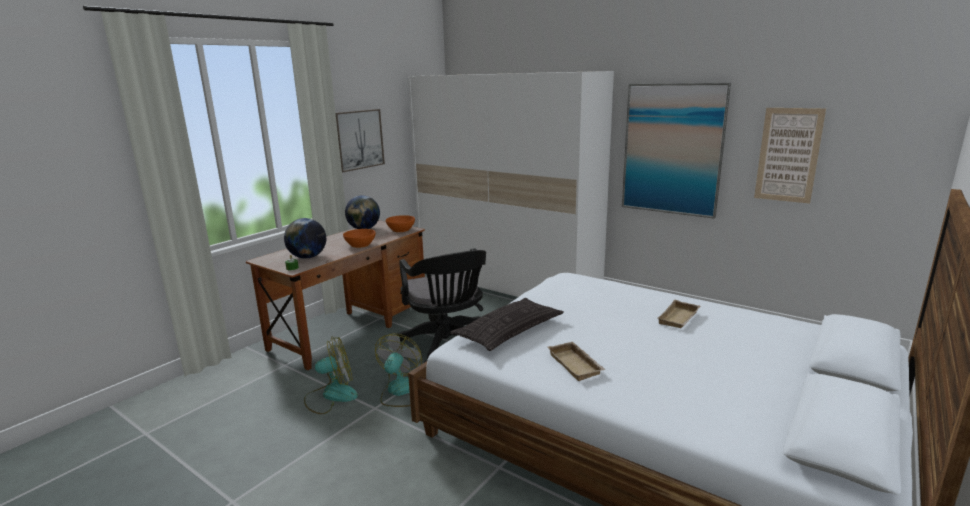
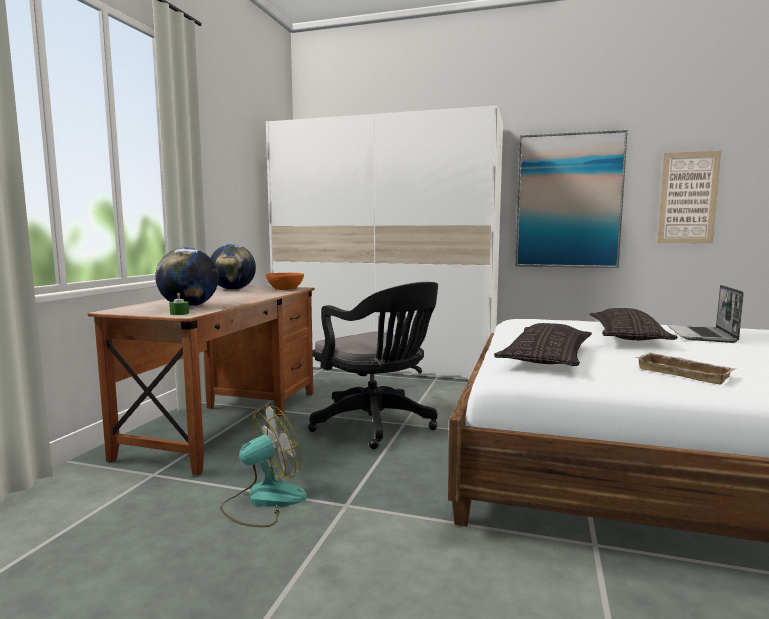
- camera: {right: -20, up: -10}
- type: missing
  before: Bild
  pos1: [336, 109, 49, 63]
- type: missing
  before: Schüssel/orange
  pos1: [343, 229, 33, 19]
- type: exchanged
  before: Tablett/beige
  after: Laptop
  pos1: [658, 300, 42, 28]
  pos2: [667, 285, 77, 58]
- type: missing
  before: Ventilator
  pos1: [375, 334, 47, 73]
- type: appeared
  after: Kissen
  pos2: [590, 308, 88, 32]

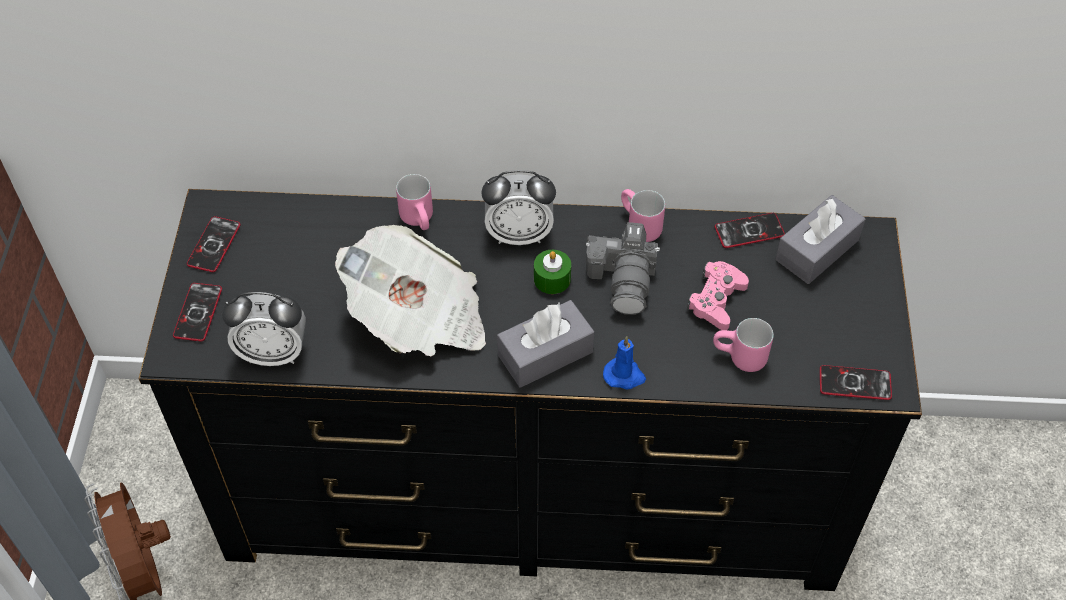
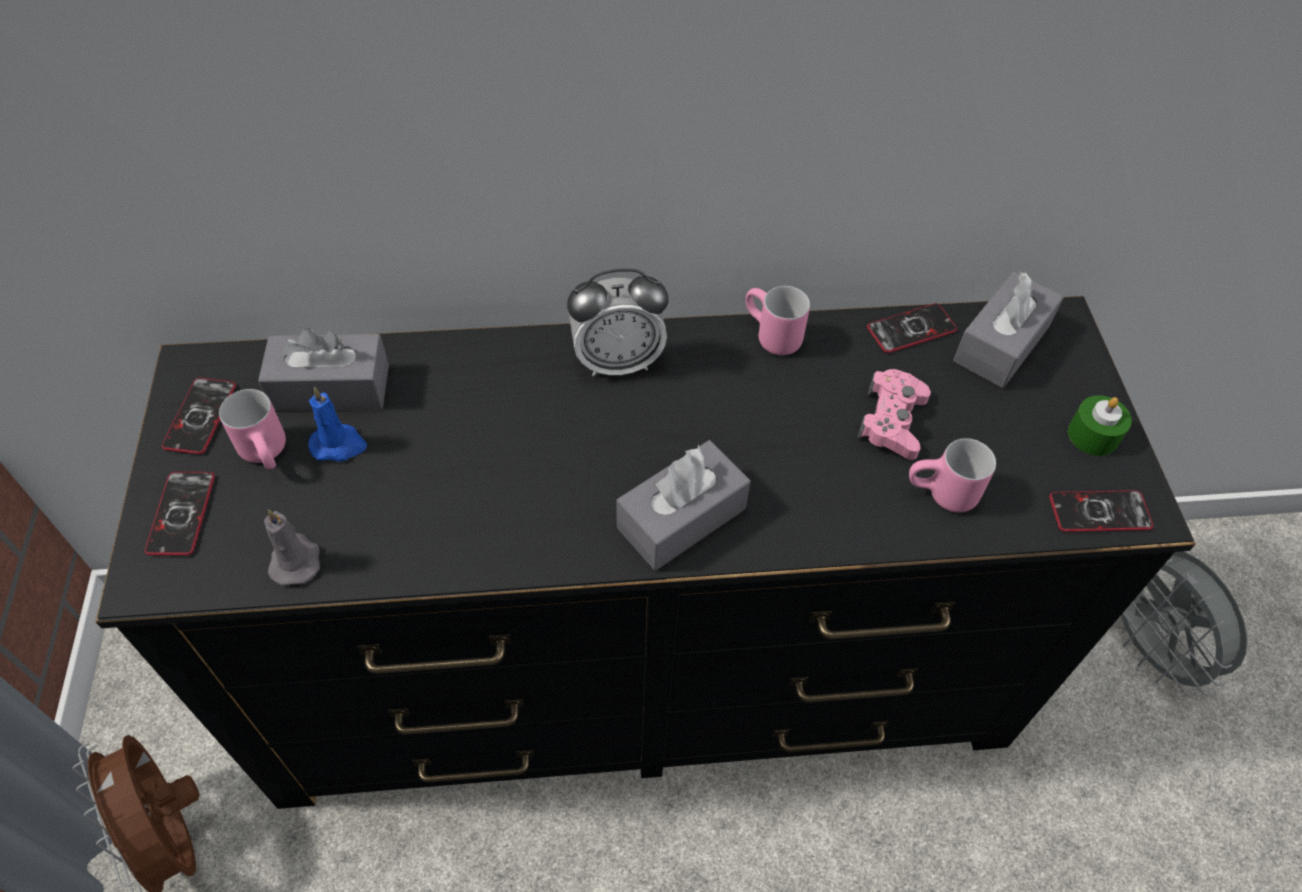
- camera: {right: -10, up: 0}
- type: relocated
  before: Henkelbecher/rosa
  pos1: [396, 174, 37, 56]
  pos2: [219, 389, 67, 80]
- type: missing
  before: Kamera
  pos1: [586, 222, 74, 93]
- type: missing
  before: Zeitung
  pos1: [335, 225, 151, 132]
- type: relocated
  before: Kerze/grün
  pos1: [534, 250, 37, 44]
  pos2: [1068, 395, 64, 61]
- type: exchanged
  before: Wecker
  after: Kerze/grau
  pos1: [222, 292, 84, 74]
  pos2: [264, 509, 56, 76]
- type: relocated
  before: Kerze/blau
  pos1: [603, 336, 43, 53]
  pos2: [308, 387, 59, 75]
- type: appeared
  after: Taschentuchbox/grau
  pos2: [258, 328, 131, 83]
- type: appeared
  after: Ventilator/grau
  pos2: [1113, 551, 135, 147]

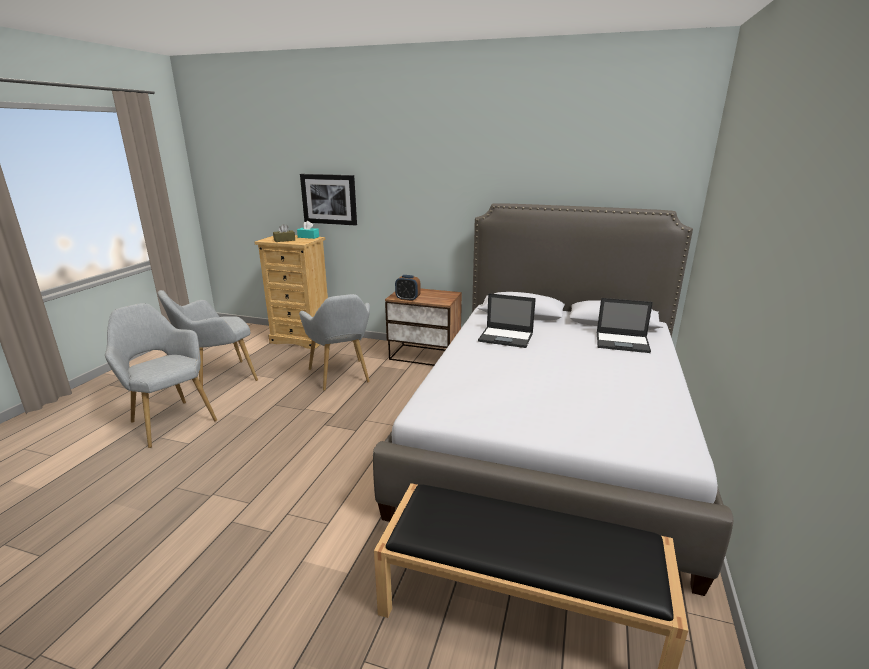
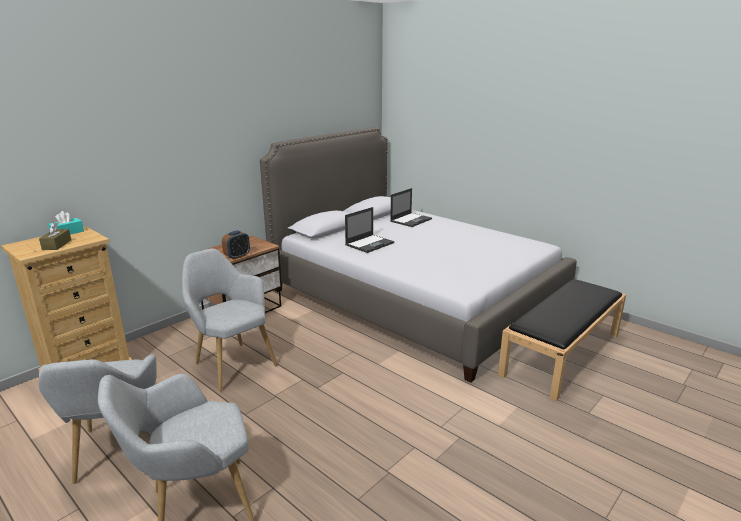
- camera: {right: -65, up: 0}
- type: missing
  before: Bild
  pos1: [300, 174, 57, 52]
- type: spun
  before: Sessel/grau
  pos1: [299, 294, 71, 97]
  pos2: [182, 248, 95, 143]
  turn: -135

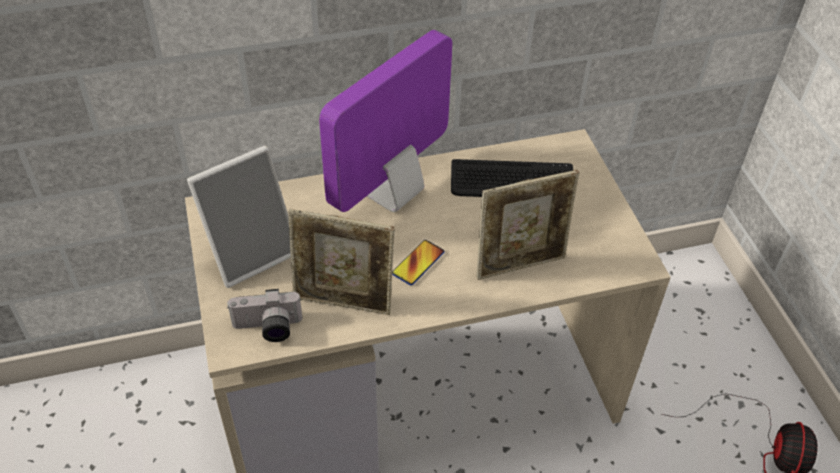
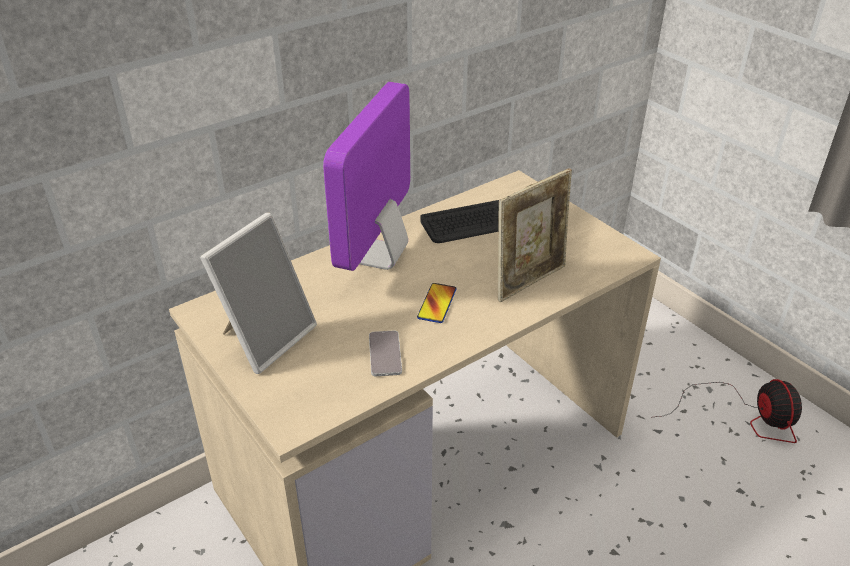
- camera: {right: -20, up: -10}
- type: exchanged
  before: Bilderrahmen
  after: Handy
  pos1: [288, 209, 107, 106]
  pos2: [369, 331, 33, 45]
- type: missing
  before: Kamera
  pos1: [227, 289, 75, 53]

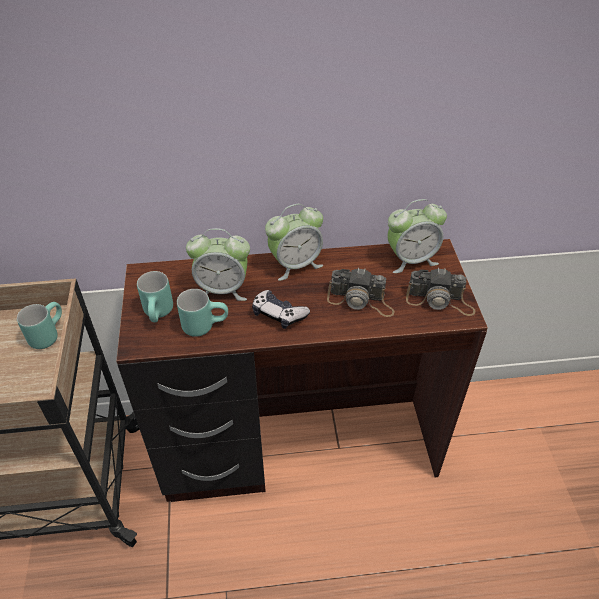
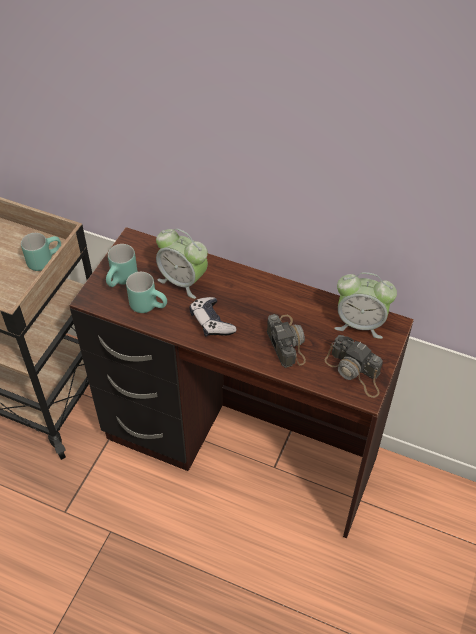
- camera: {right: 30, up: 5}
- type: missing
  before: Wecker
  pos1: [265, 204, 58, 77]
- type: spun
  before: Kamera
  pos1: [327, 267, 68, 50]
  pos2: [267, 314, 39, 54]
  turn: -150

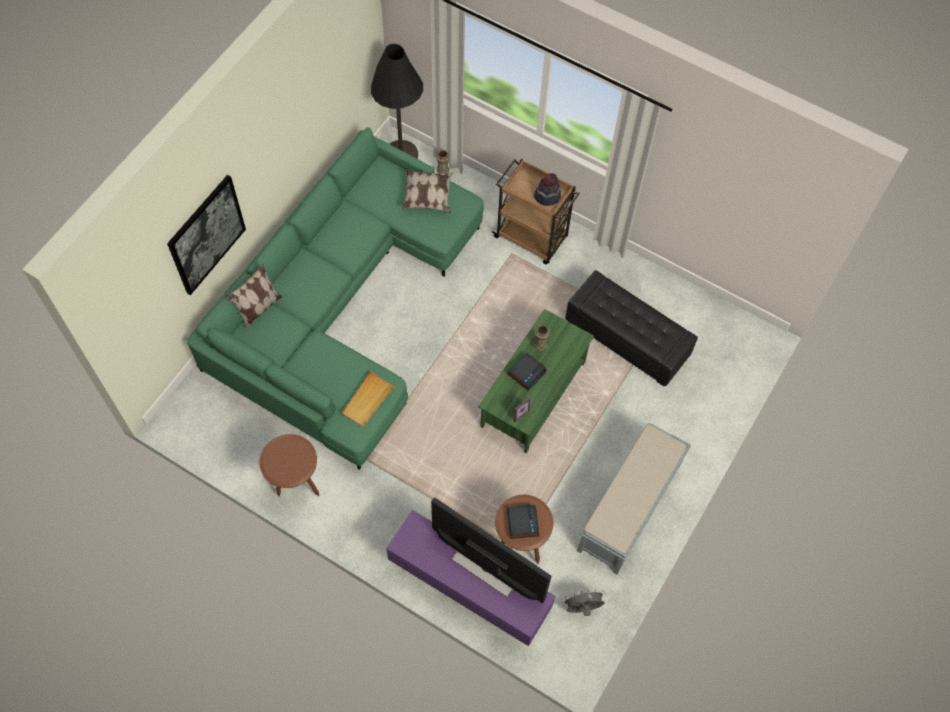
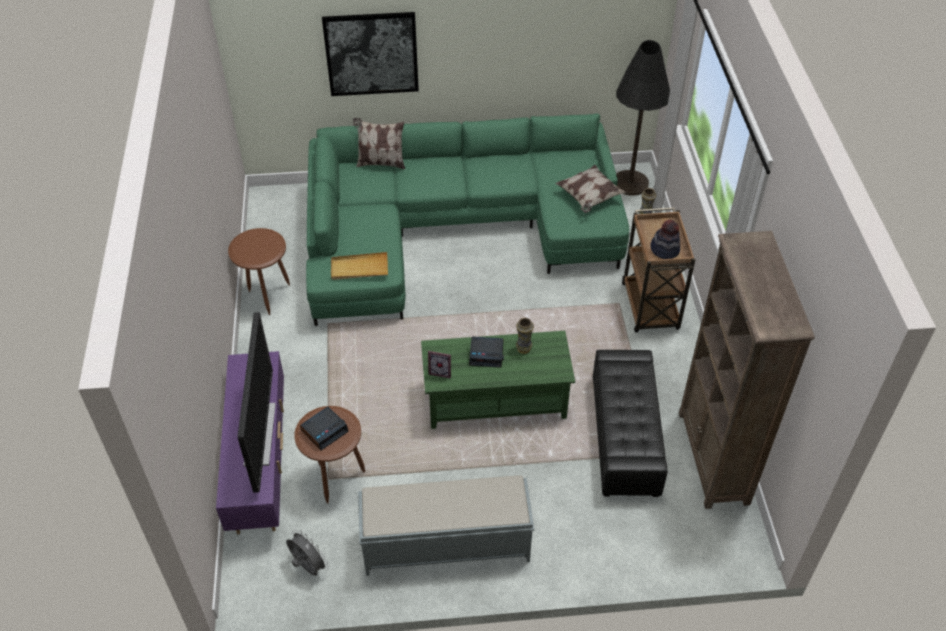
- camera: {right: 55, up: -15}
- type: appeared
  after: Bücherregal/braun
  pos2: [679, 231, 136, 278]

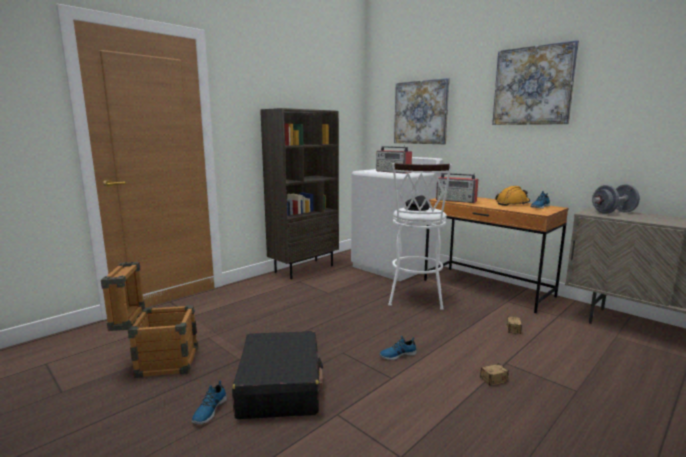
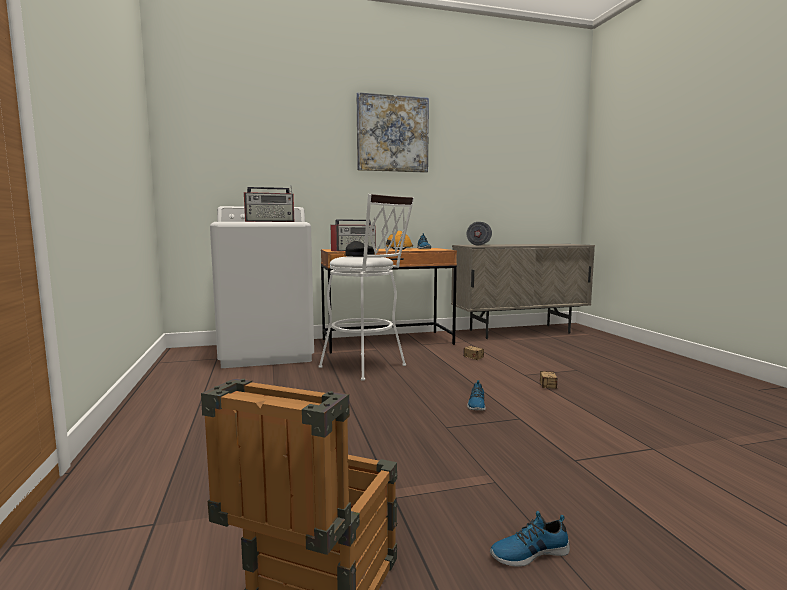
- camera: {right: -60, up: -5}
- type: missing
  before: Bild
  pos1: [394, 78, 56, 66]
- type: missing
  before: Bücherregal/braun
  pos1: [260, 108, 79, 171]
- type: missing
  before: Koffer/schwarz
  pos1: [232, 331, 91, 88]
- type: spun
  before: Schuh
  pos1: [192, 380, 35, 44]
  pos2: [490, 511, 80, 56]
  turn: 120

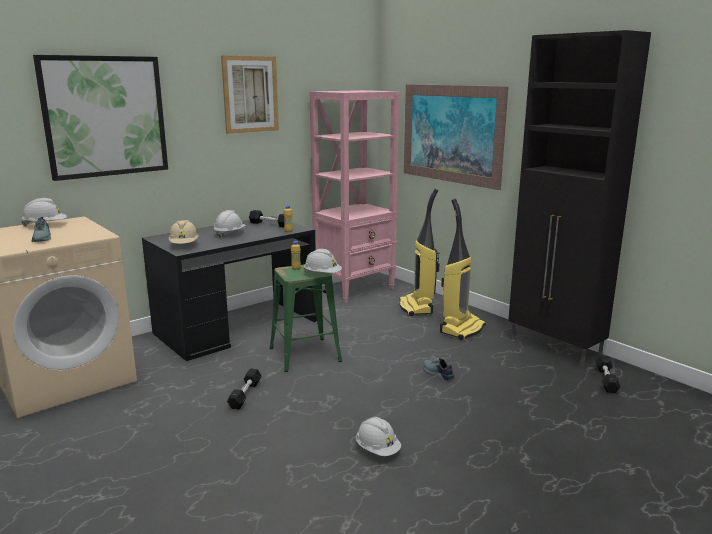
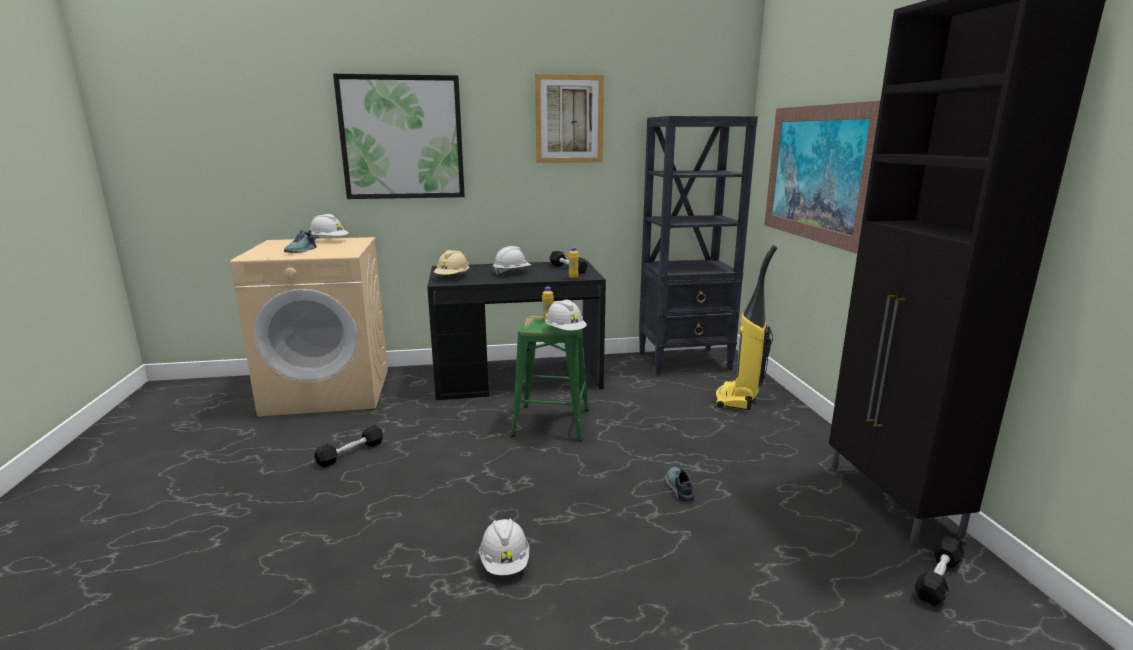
- camera: {right: 30, up: 0}
- type: colour
  before: Bücherregal/rosa
  after: Bücherregal/schwarz
  pos1: [309, 90, 91, 213]
  pos2: [639, 116, 119, 259]
- type: missing
  before: Staubsauger
  pos1: [440, 199, 46, 141]
- type: relocated
  before: Hantel/schwarz
  pos1: [227, 368, 35, 41]
  pos2: [314, 425, 69, 42]

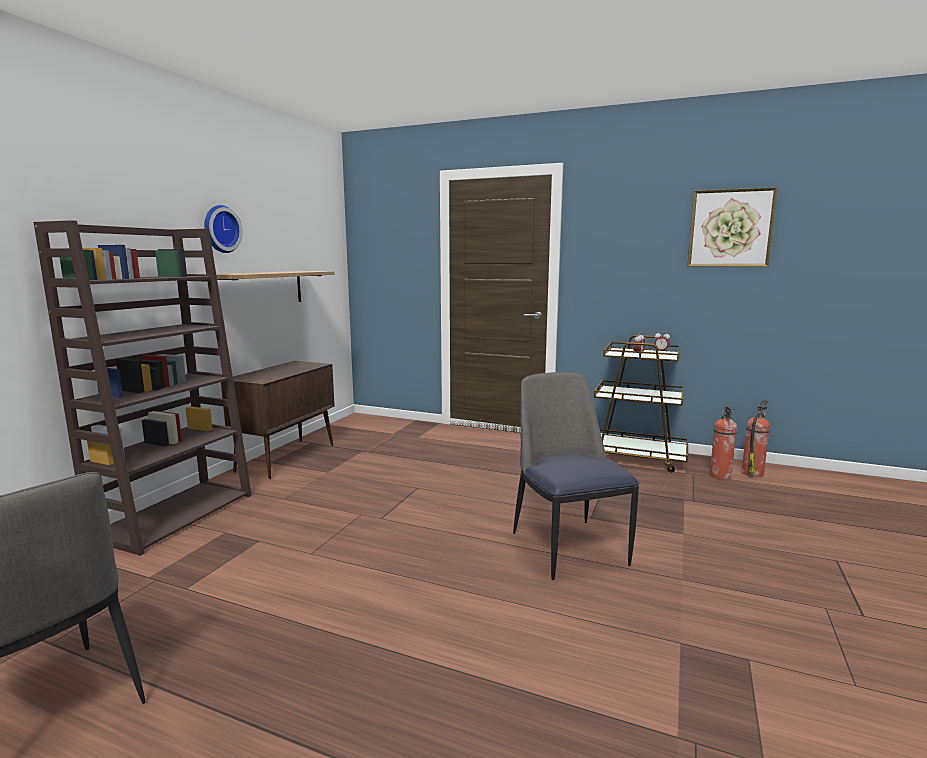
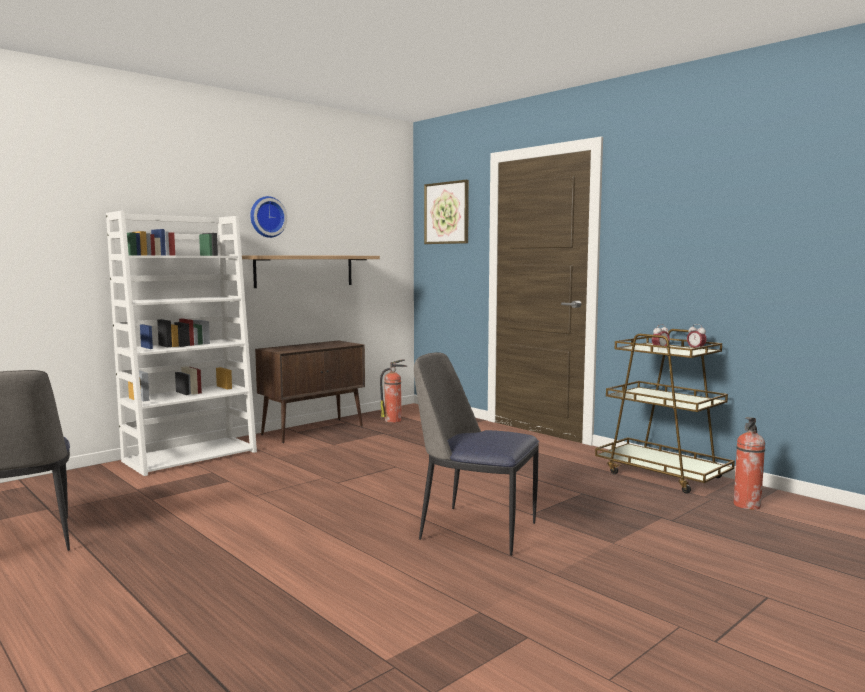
- camera: {right: 25, up: -5}
- type: relocated
  before: Bild
  pos1: [687, 187, 91, 80]
  pos2: [424, 180, 45, 64]
- type: colour
  before: Bücherregal/braun
  after: Bücherregal/weiß
  pos1: [34, 220, 218, 336]
  pos2: [106, 211, 151, 265]
- type: spun
  before: Stuhl
  pos1: [513, 372, 126, 208]
  pos2: [414, 352, 125, 204]
  turn: -75
- type: relocated
  before: Feuerlöscher
  pos1: [742, 400, 28, 77]
  pos2: [380, 359, 28, 64]

